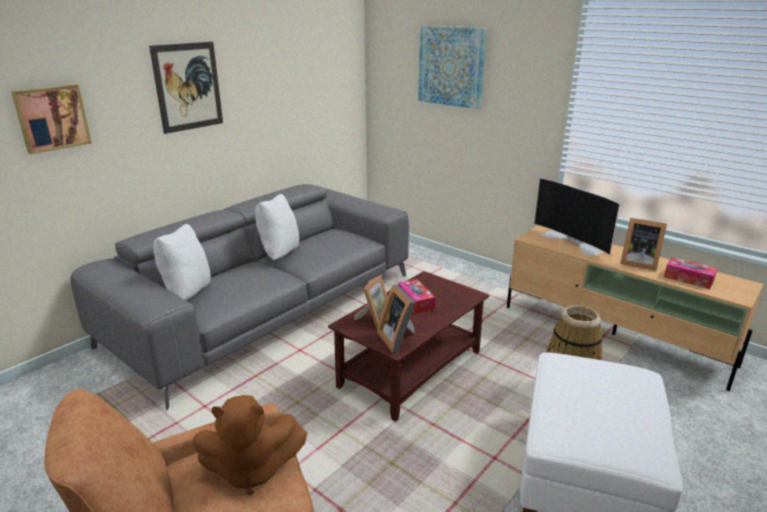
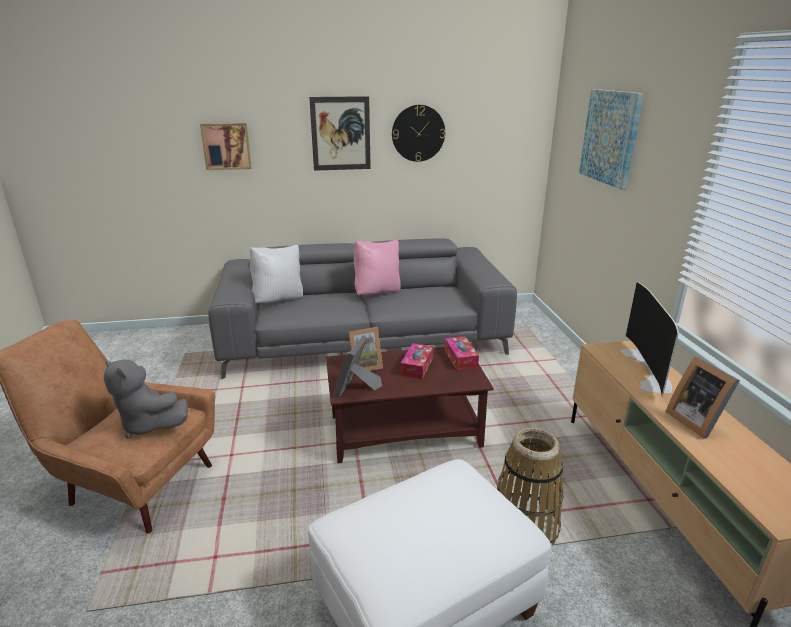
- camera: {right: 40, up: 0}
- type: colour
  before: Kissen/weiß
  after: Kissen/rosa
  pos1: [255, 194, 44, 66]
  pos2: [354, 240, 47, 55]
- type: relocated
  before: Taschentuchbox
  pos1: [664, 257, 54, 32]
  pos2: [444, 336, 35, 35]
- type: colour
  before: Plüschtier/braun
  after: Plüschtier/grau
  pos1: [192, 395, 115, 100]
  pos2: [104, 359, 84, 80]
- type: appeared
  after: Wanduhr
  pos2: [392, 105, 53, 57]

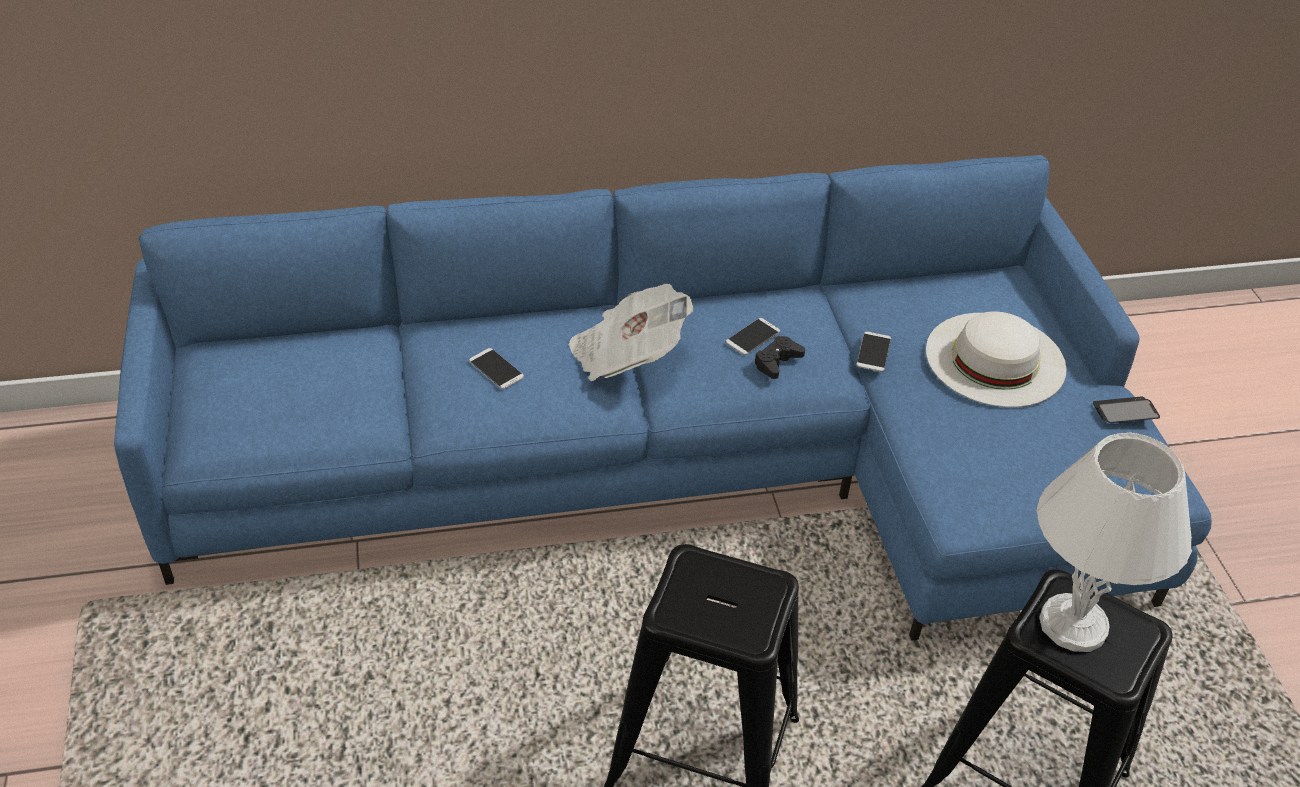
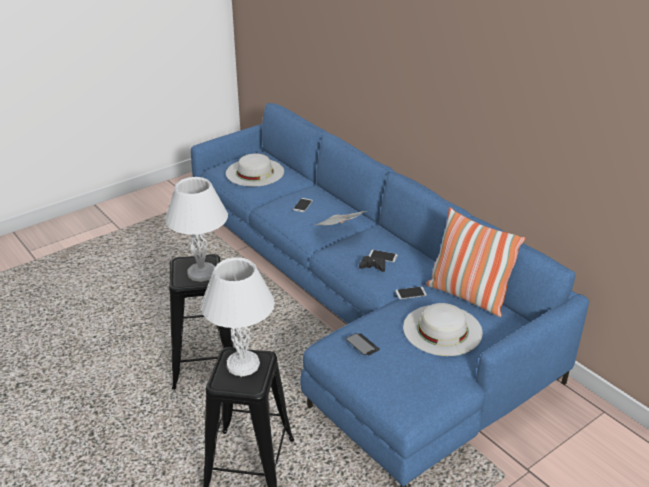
- camera: {right: 65, up: -10}
- type: relocated
  before: Handy
  pos1: [1093, 396, 67, 27]
  pos2: [345, 333, 35, 22]
- type: appeared
  after: Hut/weiß
  pos2: [226, 154, 58, 33]
- type: appeared
  after: Tischlampe/weiß
  pos2: [165, 177, 63, 105]
- type: appeared
  after: Kissen
  pos2: [426, 207, 100, 110]

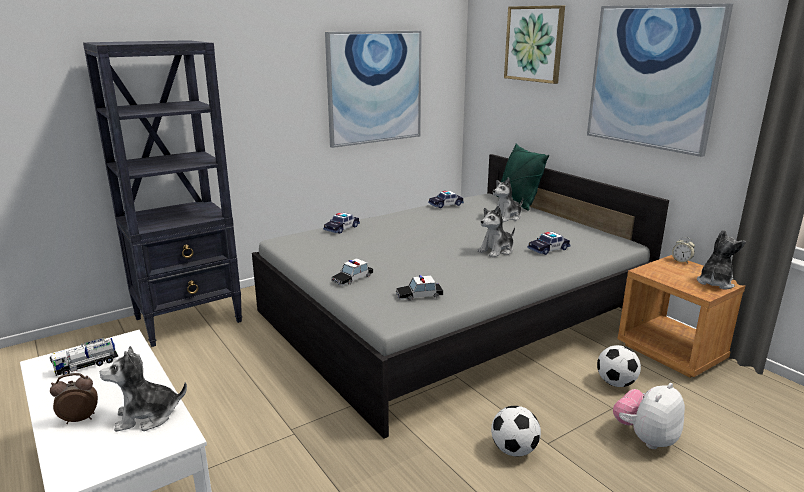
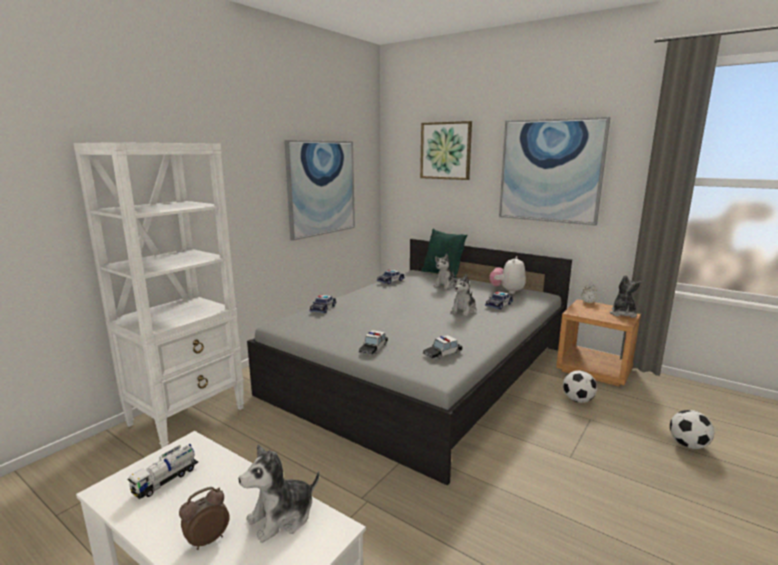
- camera: {right: -20, up: -5}
- type: colour
  before: Bücherregal/schwarz
  after: Bücherregal/weiß
  pos1: [83, 40, 160, 307]
  pos2: [73, 142, 171, 306]
- type: relocated
  before: Plüschtier
  pos1: [613, 383, 72, 66]
  pos2: [489, 256, 37, 38]
- type: relocated
  before: Fußball
  pos1: [491, 406, 50, 51]
  pos2: [670, 410, 44, 39]

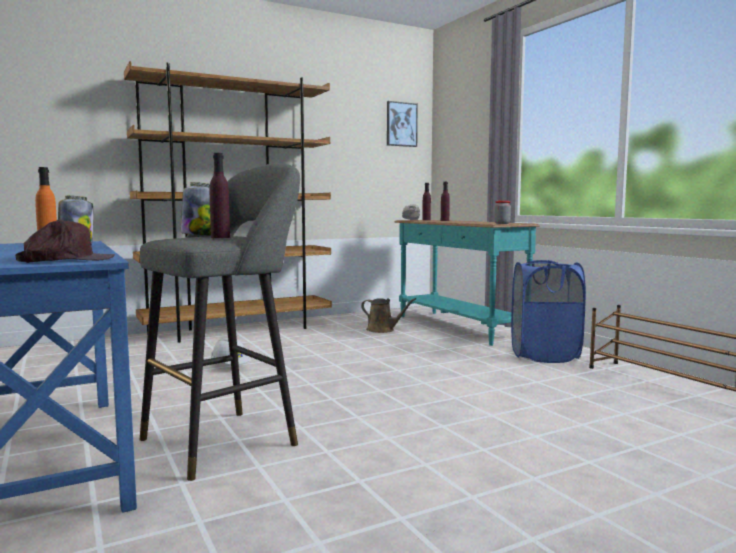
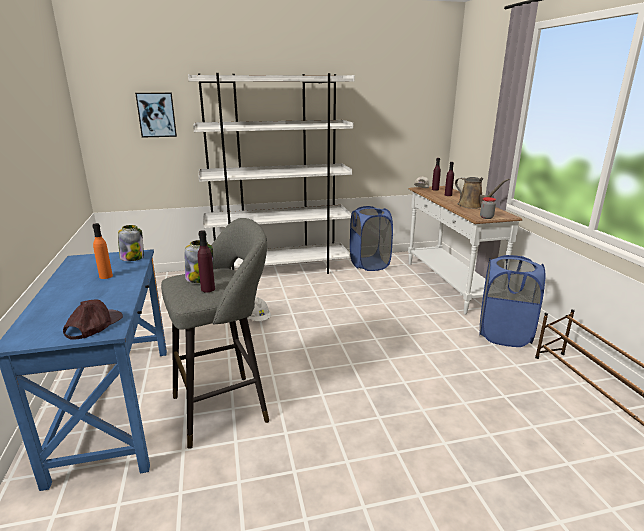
- camera: {right: 15, up: 15}
- type: colour
  before: Bücherregal/braun
  after: Bücherregal/weiß
  pos1: [124, 61, 208, 282]
  pos2: [188, 73, 167, 201]
- type: relocated
  before: Bild
  pos1: [387, 101, 31, 46]
  pos2: [135, 93, 42, 45]
- type: spun
  before: Kappe/braun
  pos1: [15, 219, 100, 44]
  pos2: [63, 299, 60, 40]
  turn: -60
- type: colour
  before: Konsolentisch/türkis
  after: Konsolentisch/weiß
  pos1: [395, 220, 145, 126]
  pos2: [408, 186, 114, 128]
- type: relocated
  before: Gießkanne/braun
  pos1: [361, 298, 55, 35]
  pos2: [455, 177, 55, 32]
- type: appeared
  after: Wäschekorb/blau
  pos2: [350, 206, 43, 65]

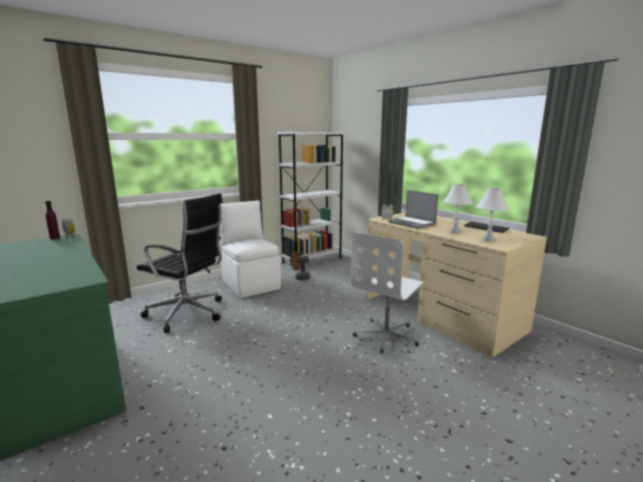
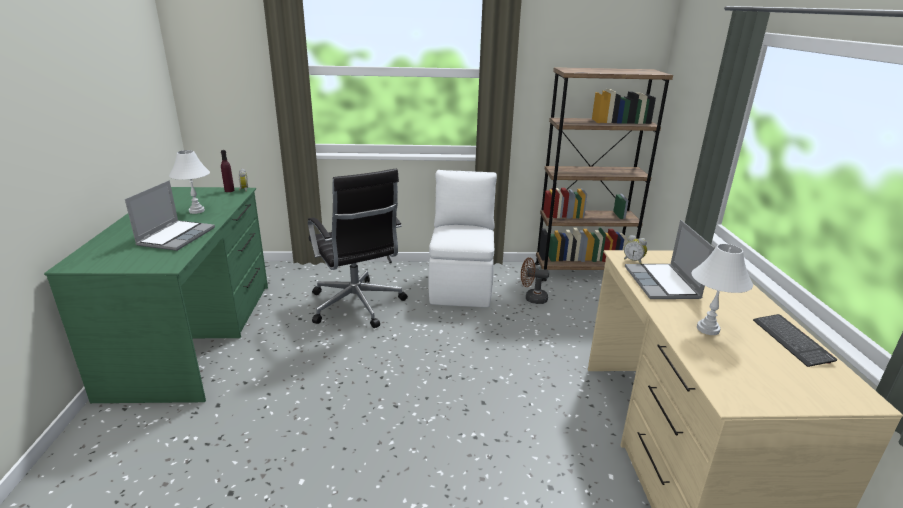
- camera: {right: 35, up: 10}
- type: colour
  before: Bücherregal/weiß
  after: Bücherregal/braun
  pos1: [277, 131, 68, 132]
  pos2: [535, 67, 138, 214]
- type: relocated
  before: Tischlampe/weiß
  pos1: [476, 188, 34, 53]
  pos2: [169, 150, 41, 64]
- type: missing
  before: Bürostuhl/weiß
  pos1: [350, 233, 74, 120]
- type: appeared
  after: Laptop
  pos2: [125, 180, 90, 71]

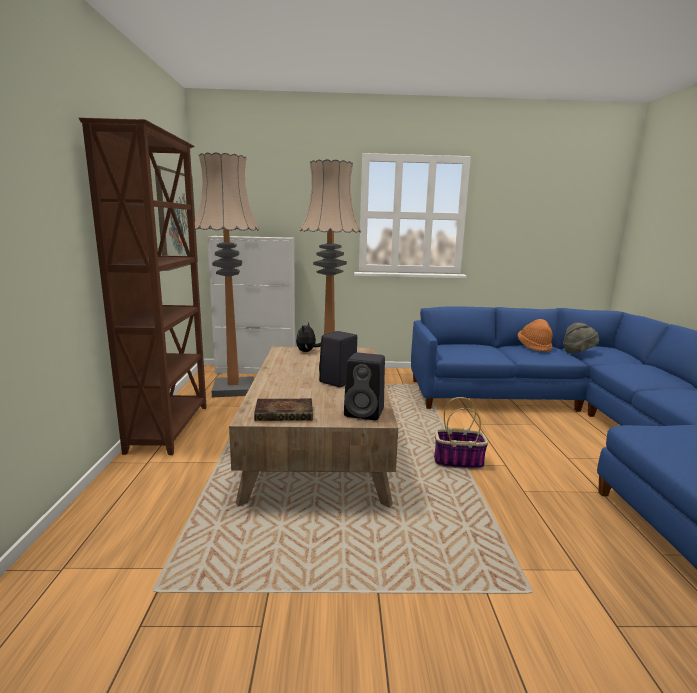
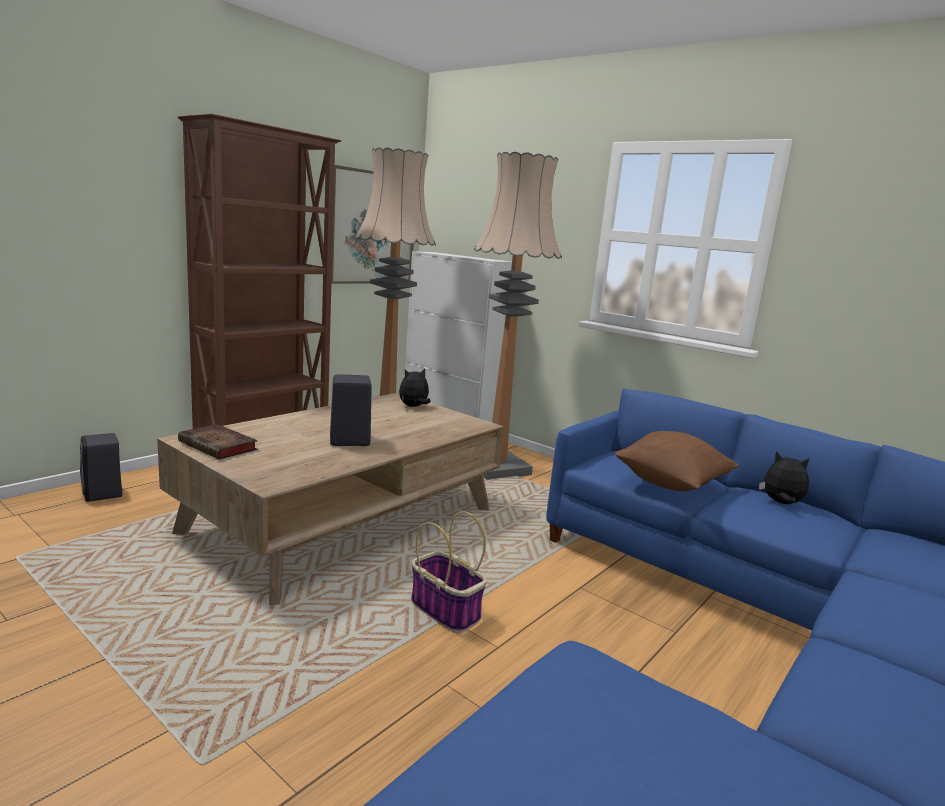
- camera: {right: 40, up: 0}
- type: exchanged
  before: Hut/orange
  after: Plüschtier
  pos1: [518, 319, 34, 33]
  pos2: [759, 451, 50, 53]
- type: missing
  before: Hut/grau
  pos1: [563, 323, 36, 30]
- type: relocated
  before: Lautsprecher/schwarz
  pos1: [344, 352, 41, 68]
  pos2: [80, 433, 42, 69]
- type: appeared
  after: Kissen/braun
  pos2: [615, 431, 125, 61]

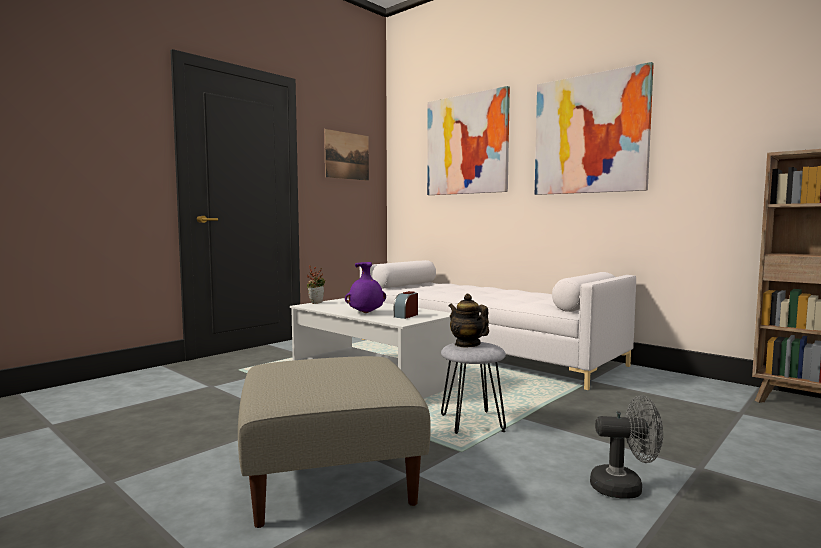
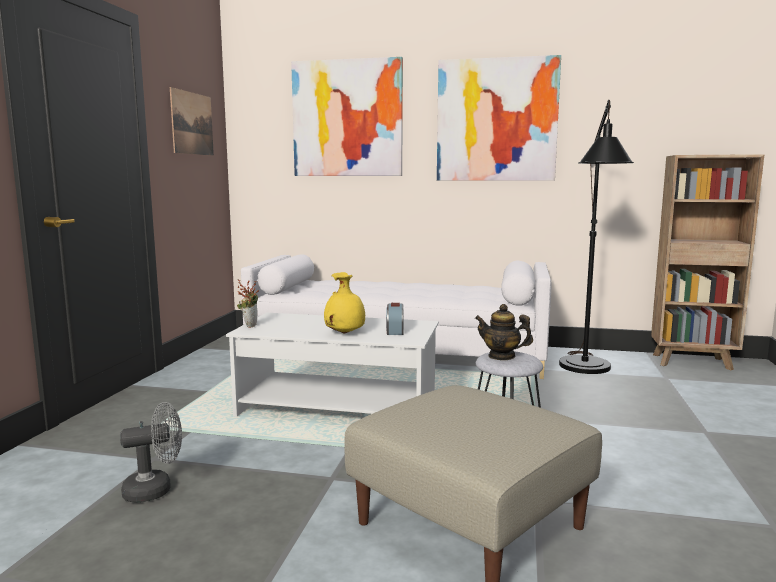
- camera: {right: -30, up: 5}
- type: colour
  before: Vase/lila
  after: Vase/gelb
  pos1: [345, 262, 41, 51]
  pos2: [324, 272, 41, 61]
- type: relocated
  before: Ventilator/grau
  pos1: [590, 395, 73, 104]
  pos2: [120, 402, 62, 101]
- type: appeared
  after: Stehlampe/schwarz
  pos2: [559, 100, 75, 274]

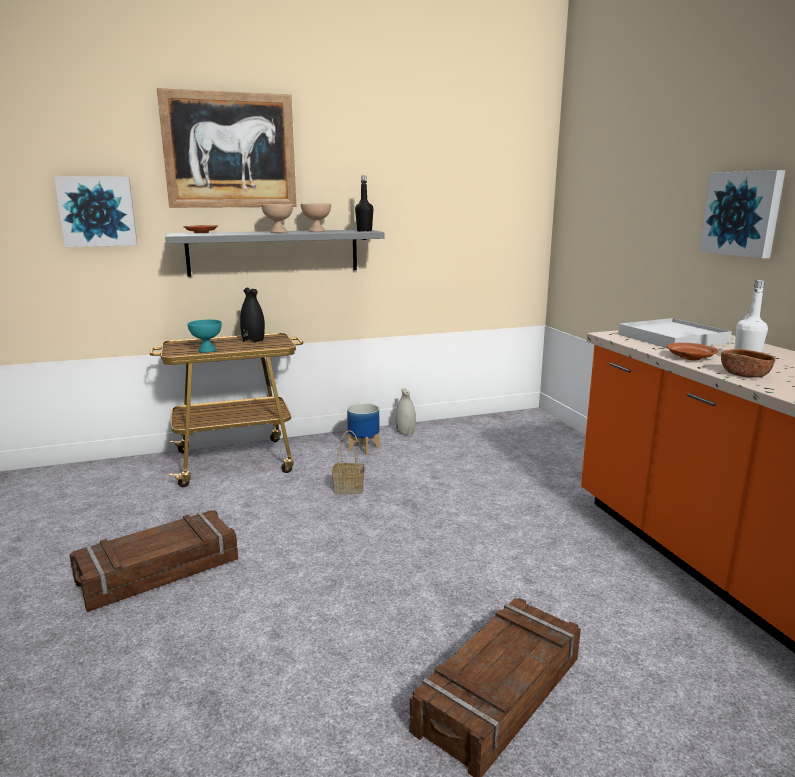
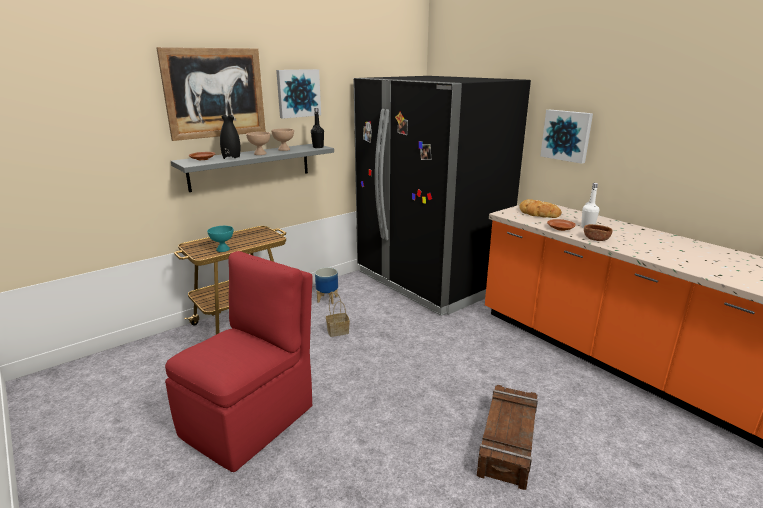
- camera: {right: -20, up: 5}
- type: relocated
  before: Bild
  pos1: [54, 176, 83, 71]
  pos2: [276, 69, 45, 50]
- type: relocated
  before: Vase/schwarz
  pos1: [240, 288, 25, 54]
  pos2: [220, 114, 20, 45]
- type: exchanged
  before: Tablett/weiß
  after: Brot
  pos1: [618, 318, 114, 30]
  pos2: [519, 199, 43, 19]
- type: missing
  before: Vase/weiß
  pos1: [396, 388, 20, 47]
- type: exchanged
  before: Kiste
  after: Stuhl/rot
  pos1: [69, 510, 169, 102]
  pos2: [165, 251, 148, 221]
- type: appeared
  after: Kühlschrank/schwarz
  pos2: [353, 76, 178, 240]

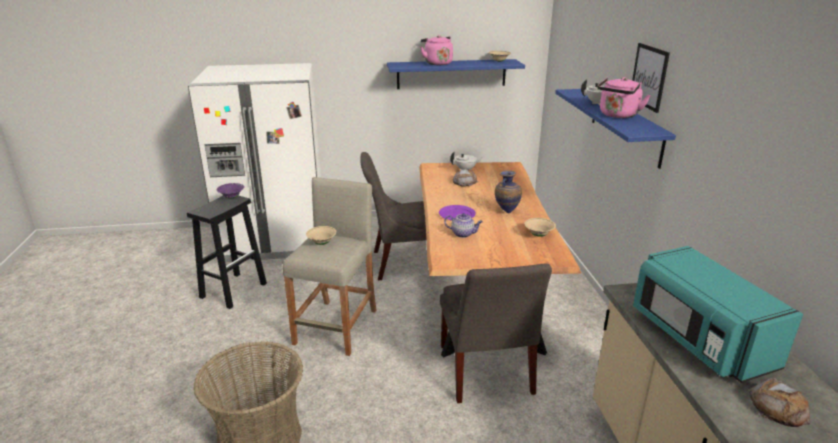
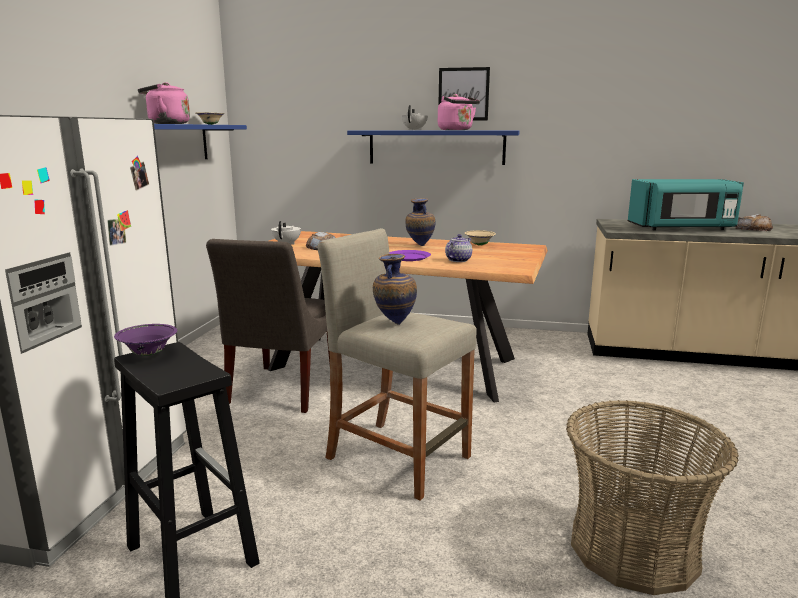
- camera: {right: -70, up: -10}
- type: exchanged
  before: Schüssel/beige
  after: Vase
  pos1: [306, 226, 30, 19]
  pos2: [373, 254, 44, 71]
- type: missing
  before: Stuhl/grau
  pos1: [440, 263, 112, 140]

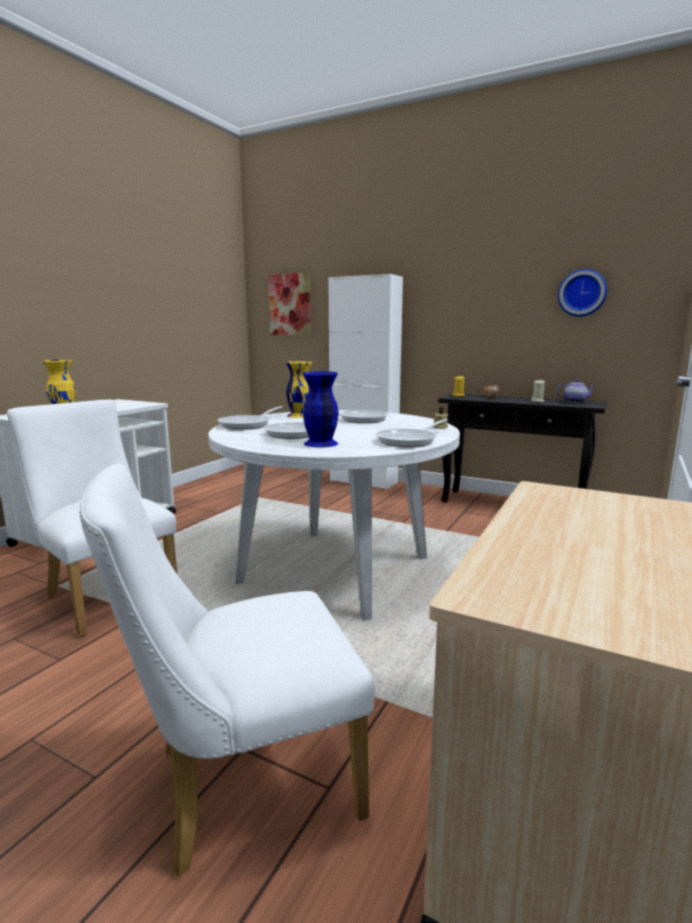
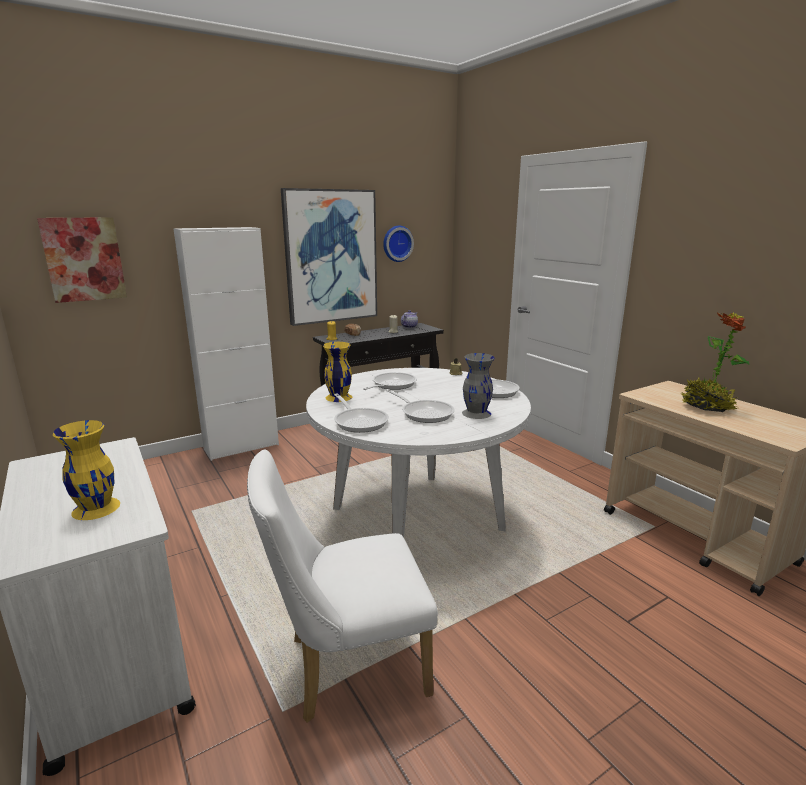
- camera: {right: -60, up: 5}
- type: colour
  before: Vase/blau
  after: Vase/grau
  pos1: [303, 371, 36, 76]
  pos2: [462, 353, 32, 66]
- type: missing
  before: Stuhl/weiß
  pos1: [79, 464, 296, 413]
- type: appeared
  after: Bild
  pos2: [281, 188, 96, 138]
- type: appeared
  after: Topfpflanze
  pos2: [681, 313, 68, 99]

